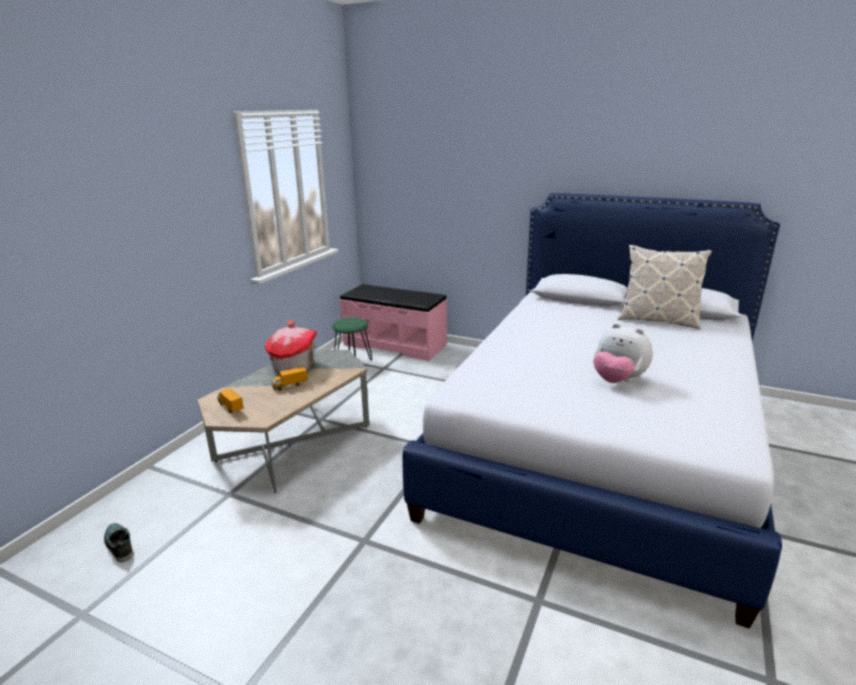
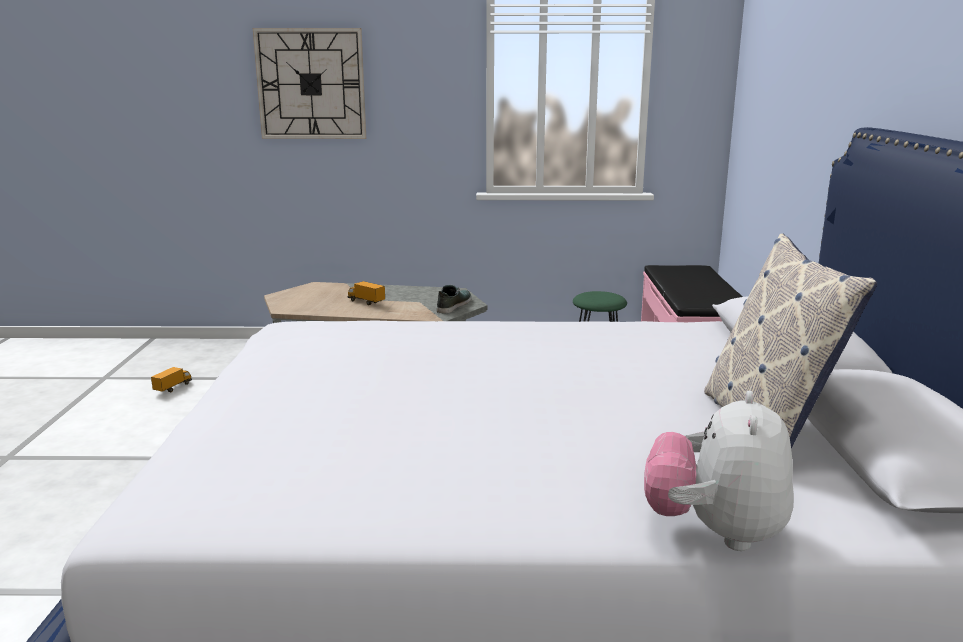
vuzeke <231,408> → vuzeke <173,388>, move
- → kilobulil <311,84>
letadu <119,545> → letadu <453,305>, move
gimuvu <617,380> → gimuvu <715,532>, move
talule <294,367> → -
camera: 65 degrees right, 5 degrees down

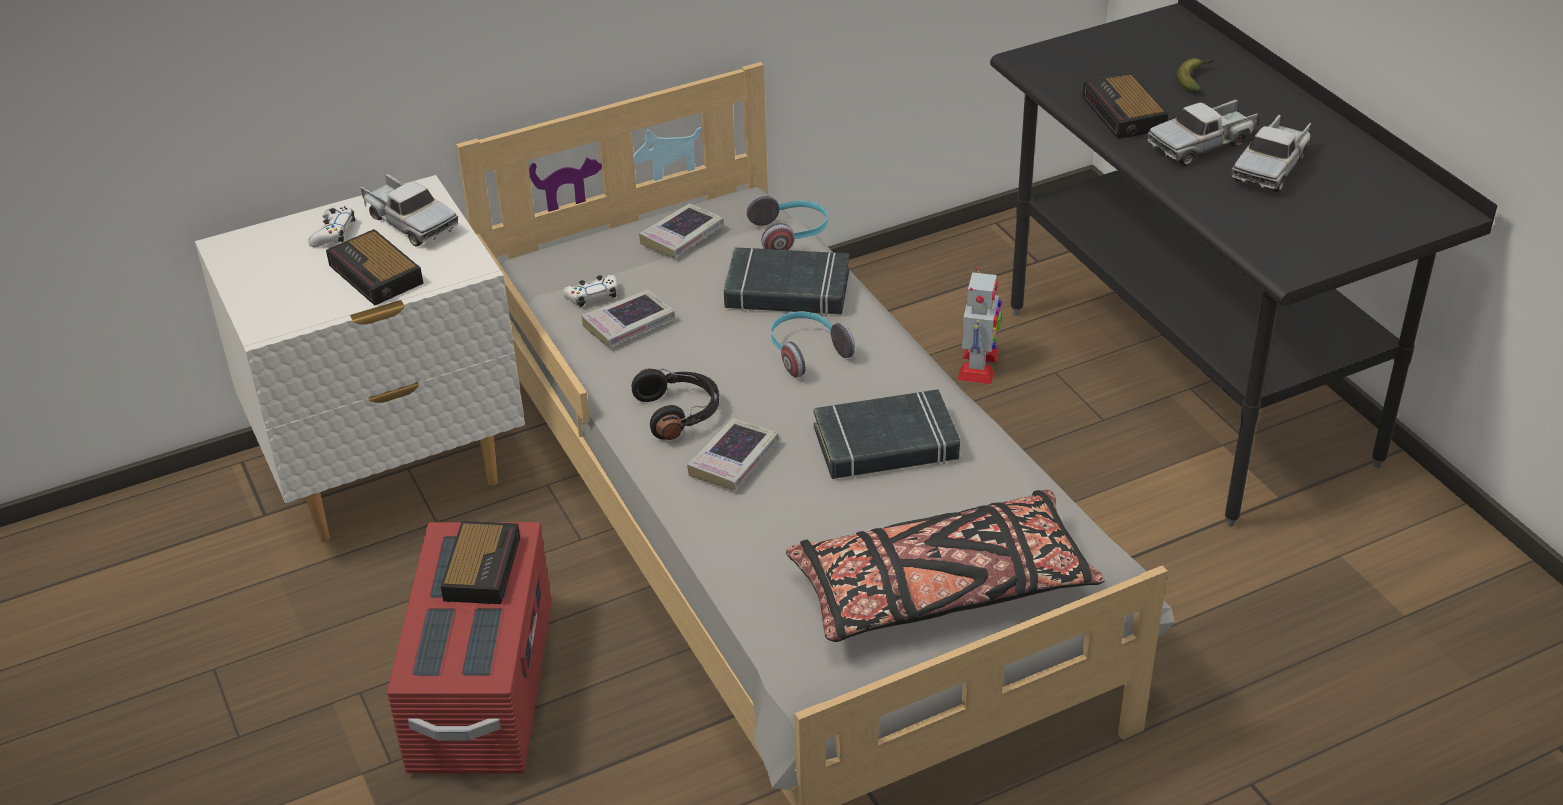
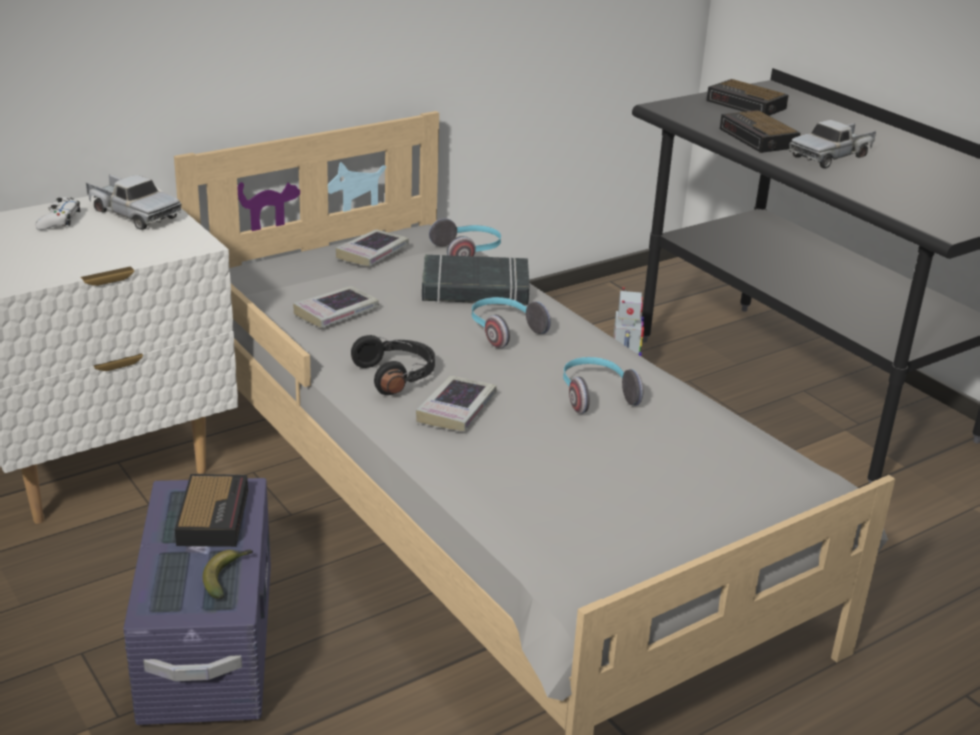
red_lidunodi <483,688> → purple_lidunodi <209,643>
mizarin <1195,79> → mizarin <227,577>, move
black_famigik <886,444> → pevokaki <595,396>
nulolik <377,275> → nulolik <747,105>, move
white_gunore <592,296> → -
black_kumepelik <941,589> → -
vuzeke <1271,166> → -
camera: 10 degrees left, 10 degrees down

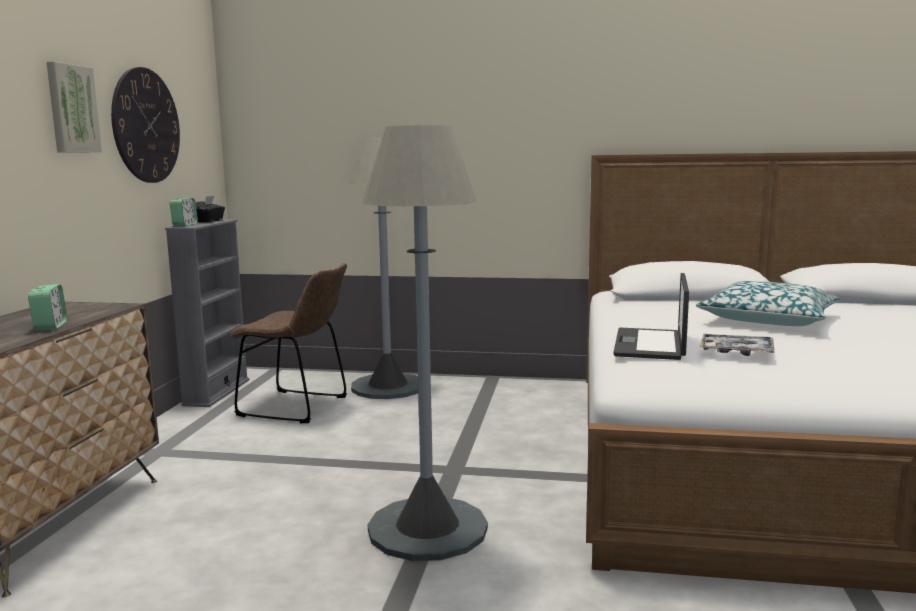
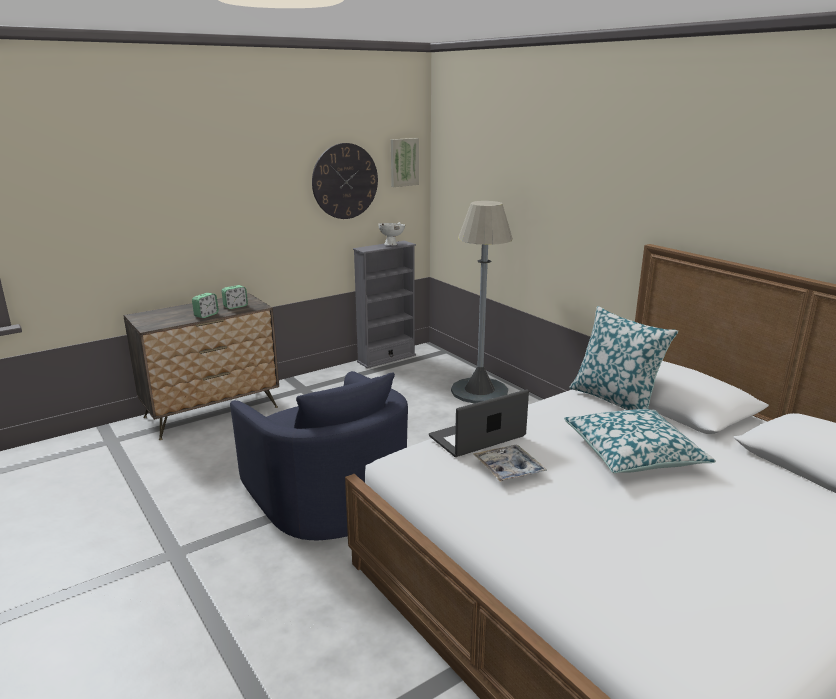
nulolik <185,225> → nulolik <235,306>, move
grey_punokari <428,529> → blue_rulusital <328,496>
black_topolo <209,221> → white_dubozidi <392,244>
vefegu <71,109> → vefegu <403,162>, move
- → kumepelik <615,400>
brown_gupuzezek <298,407> → -
camera: 45 degrees right, 10 degrees up

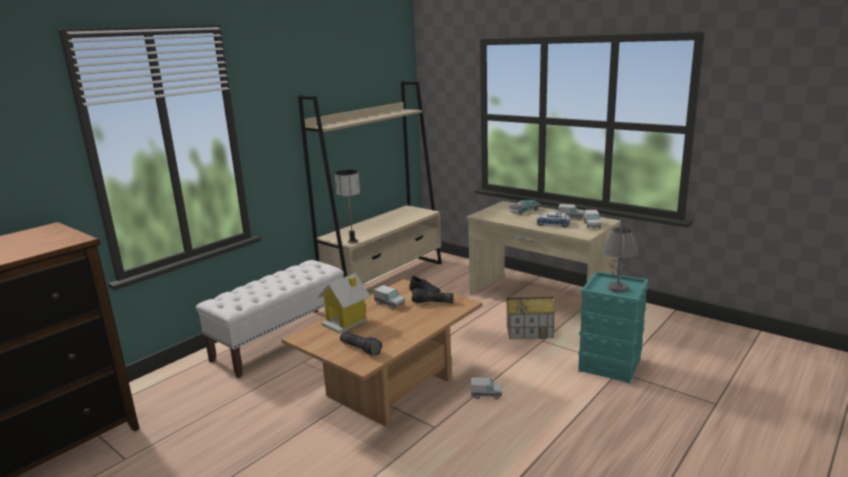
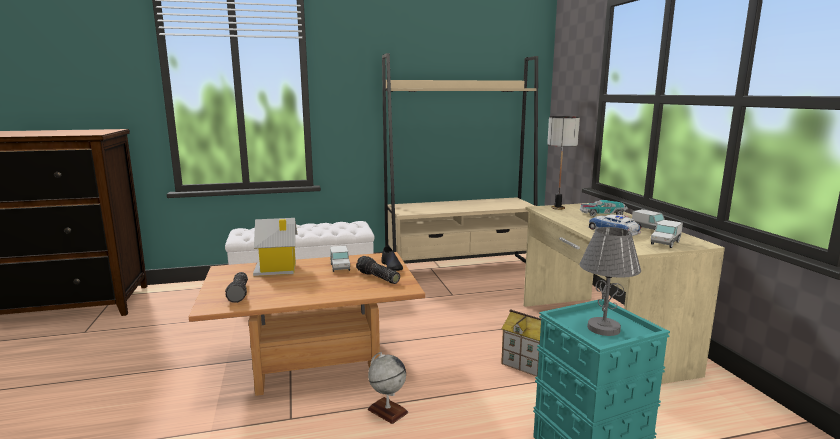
vuzeke <486,394> → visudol <387,411>
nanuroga <352,241> → nanuroga <558,208>, move
camera: 35 degrees right, 5 degrees down

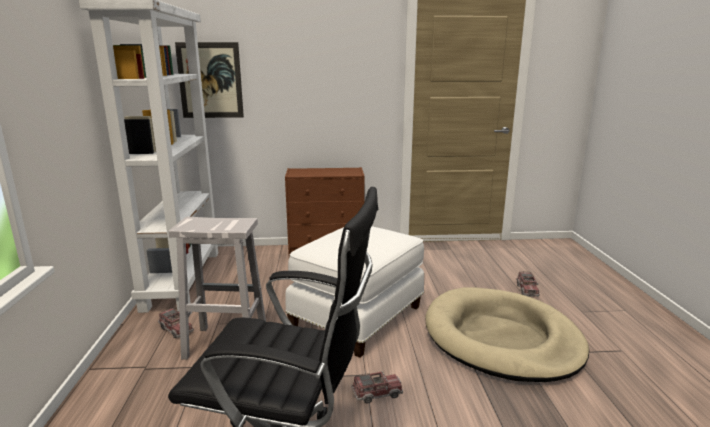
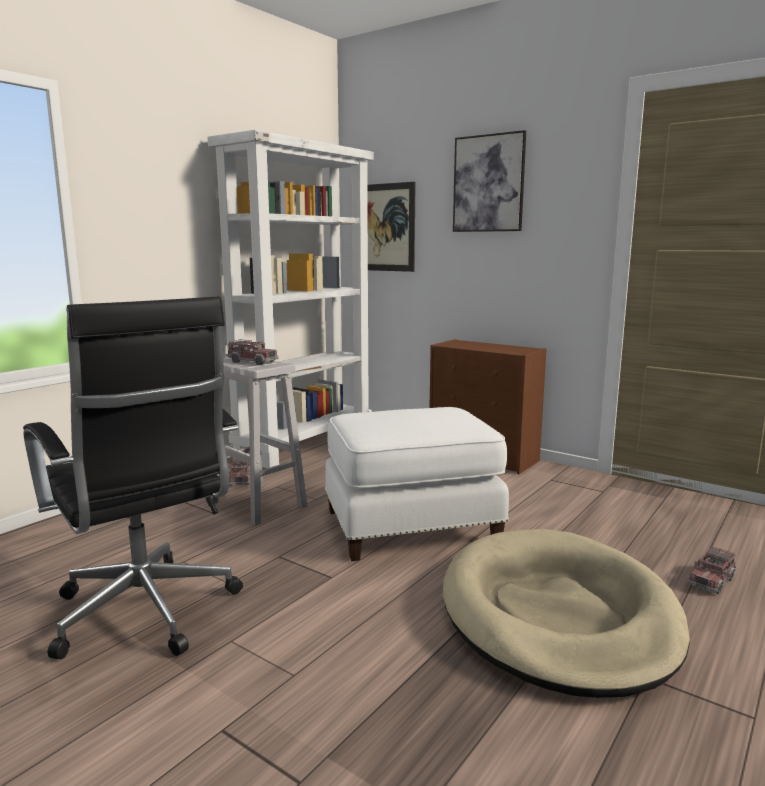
vuzeke <377,393> → vuzeke <252,361>, move
- → vefegu <488,183>
camera: 40 degrees right, 5 degrees down

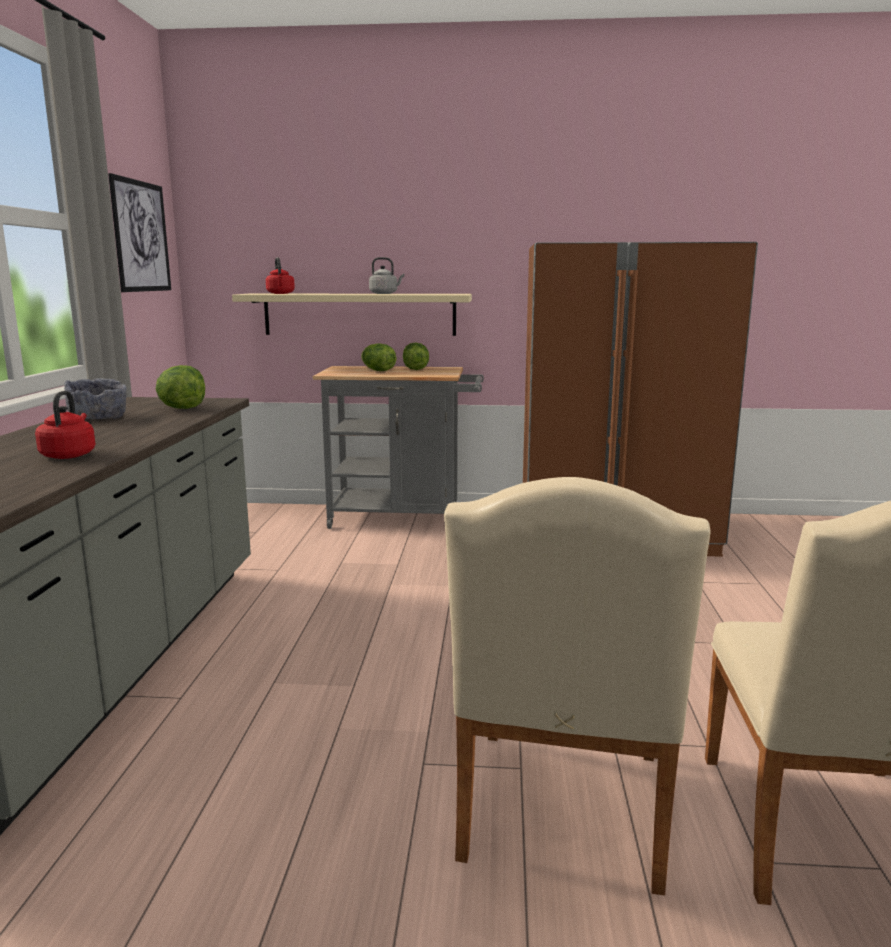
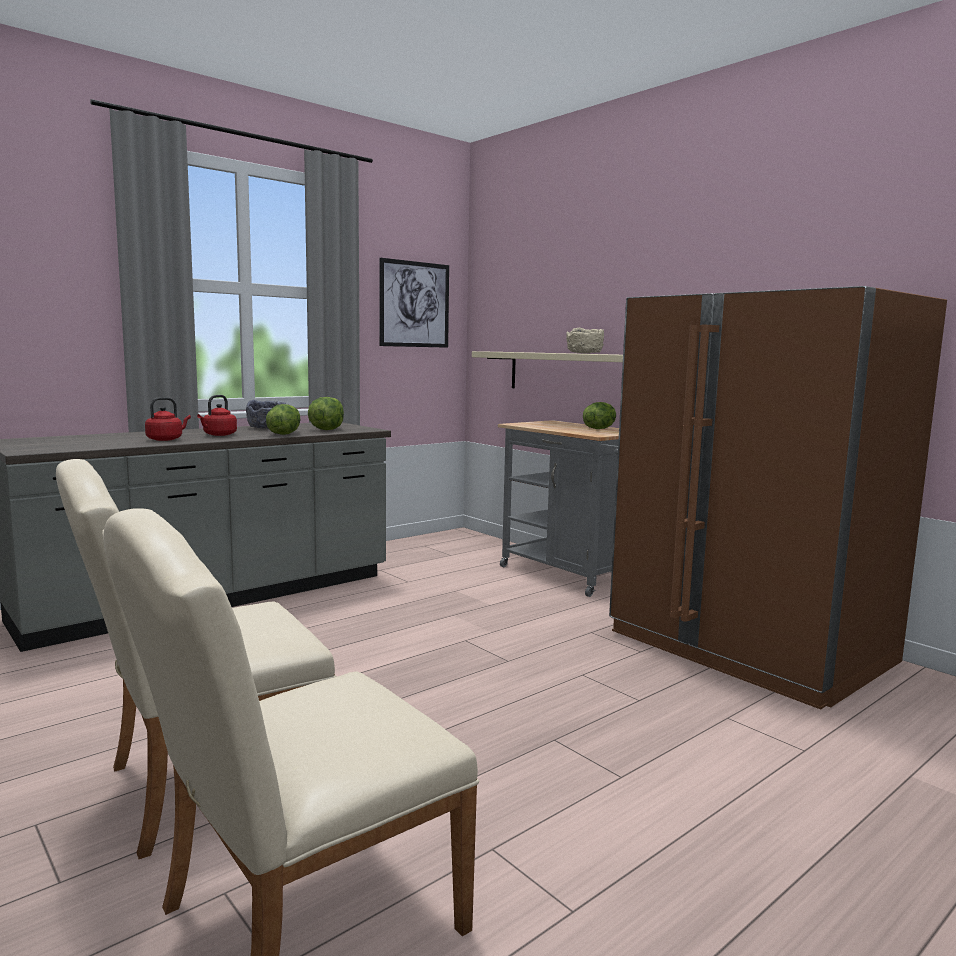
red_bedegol <280,293> → red_bedegol <218,435>, move
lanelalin <377,370> → lanelalin <284,434>, move
grey_bedegol <385,293> → beige_dubozidi <584,353>
camera: 45 degrees right, 5 degrees down

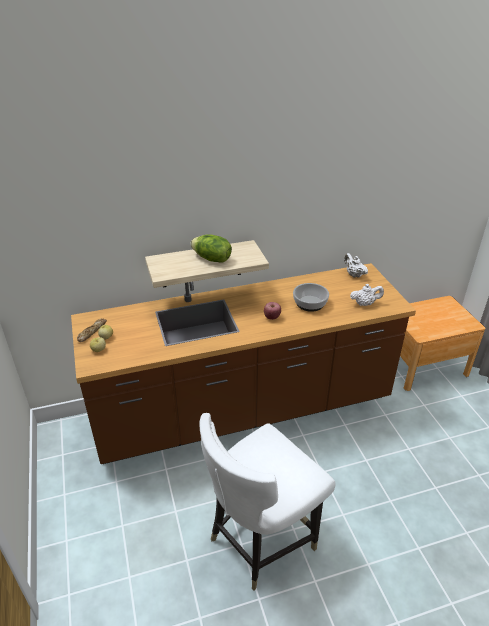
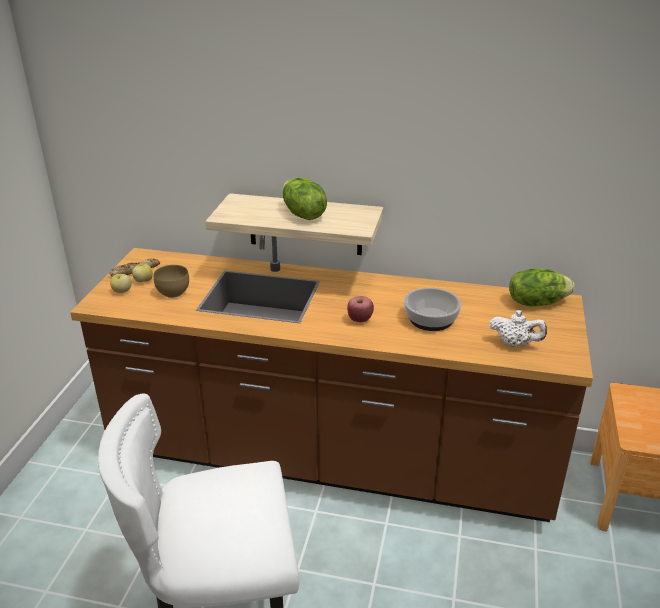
- → brown_dubozidi <172,293>
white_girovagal <354,275> → lanelalin <536,302>
camera: 30 degrees right, 5 degrees down

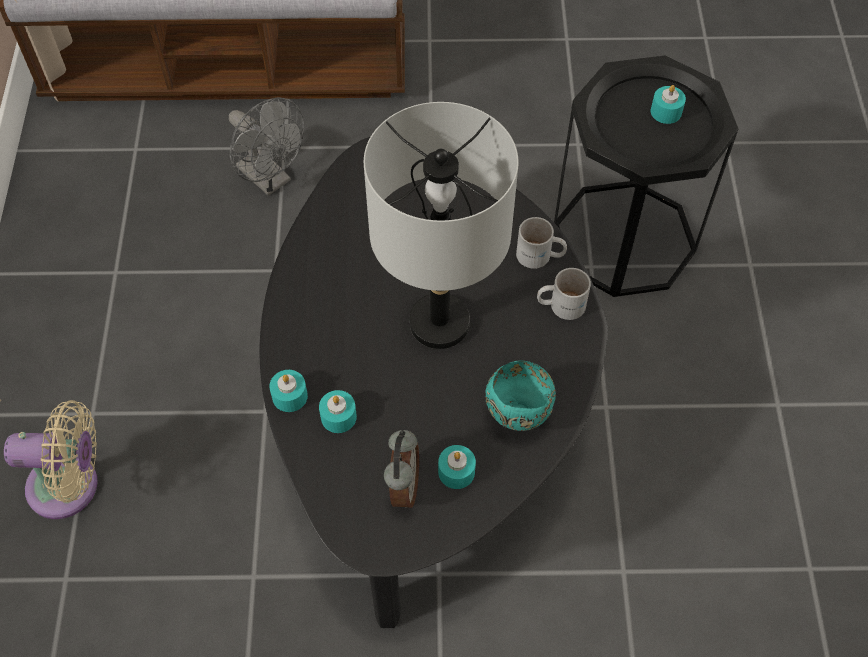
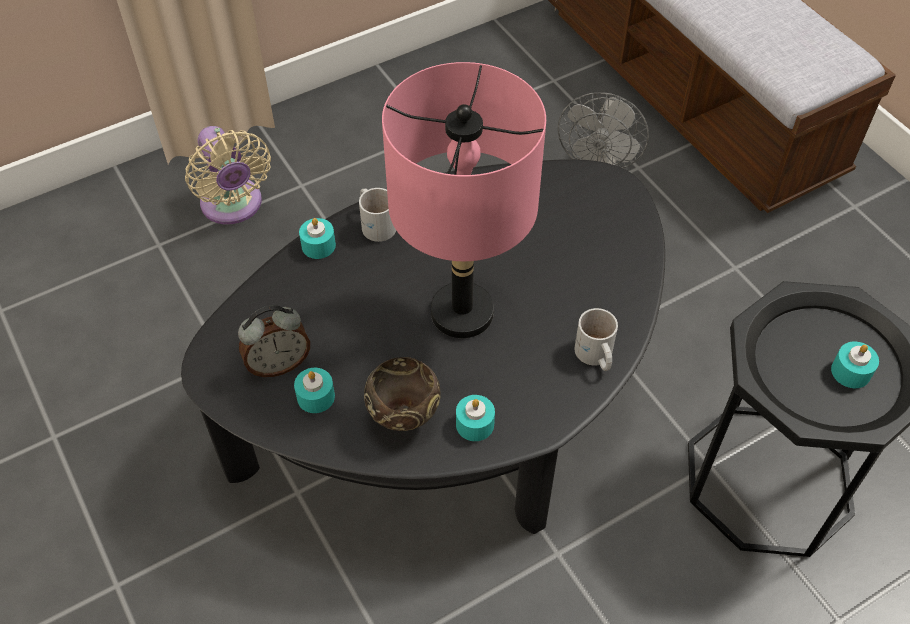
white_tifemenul <561,304> → white_tifemenul <376,223>, move
turquoise_dubozidi <517,414> → brown_dubozidi <405,417>
grey_nanuroga <440,323> → pink_nanuroga <463,313>
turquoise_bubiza <338,417> → turquoise_bubiza <475,424>, move
camera: 60 degrees right, 5 degrees down

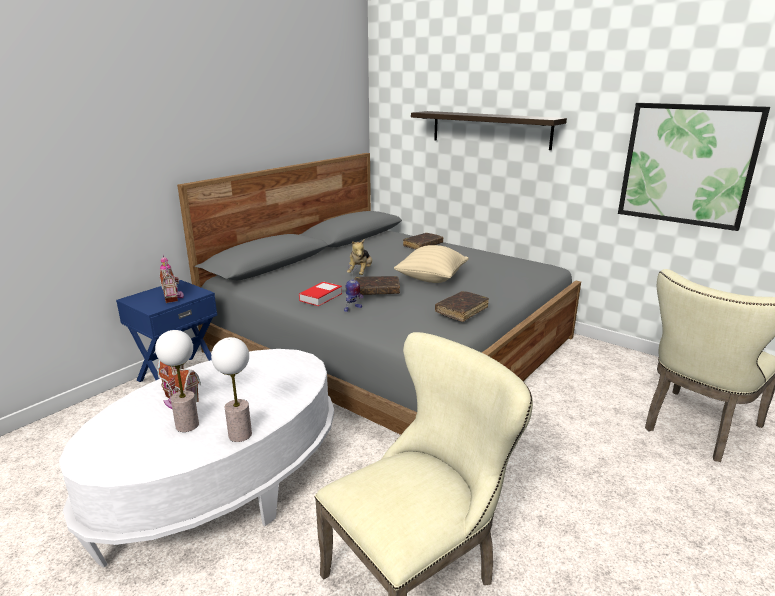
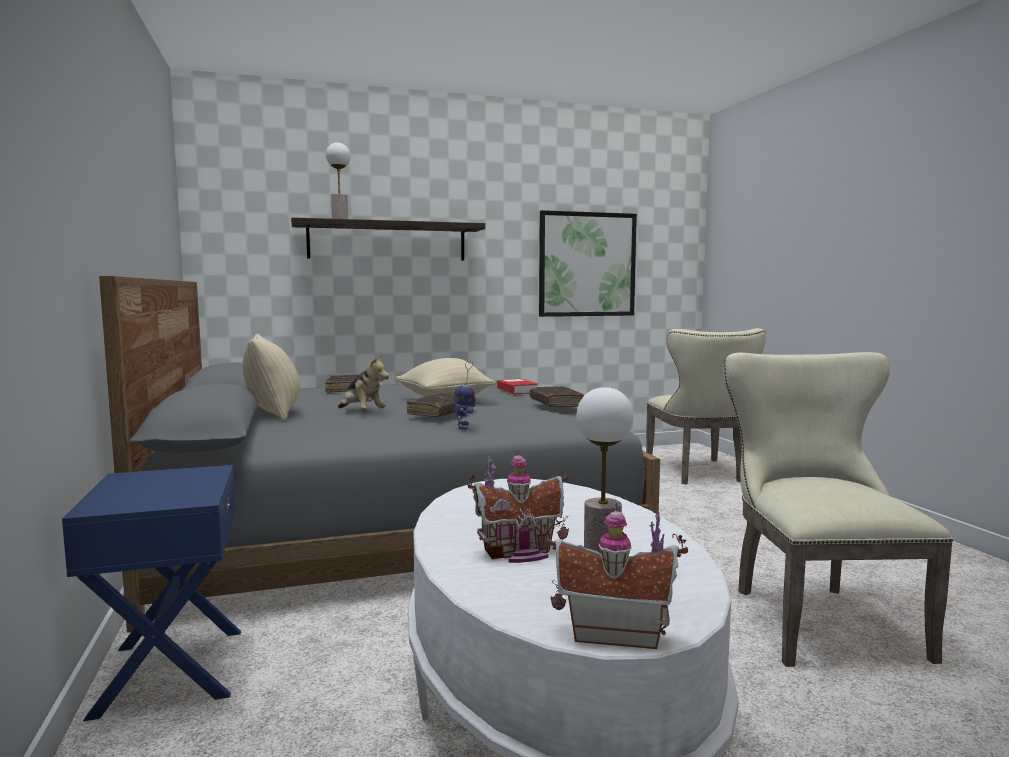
- → beige_kumepelik <273,414>
nanuroga <240,435> → nanuroga <339,219>, move
famigik <321,297> → famigik <517,390>, move
talule <173,297> → talule <613,632>, move
camera: 55 degrees left, 15 degrees down

